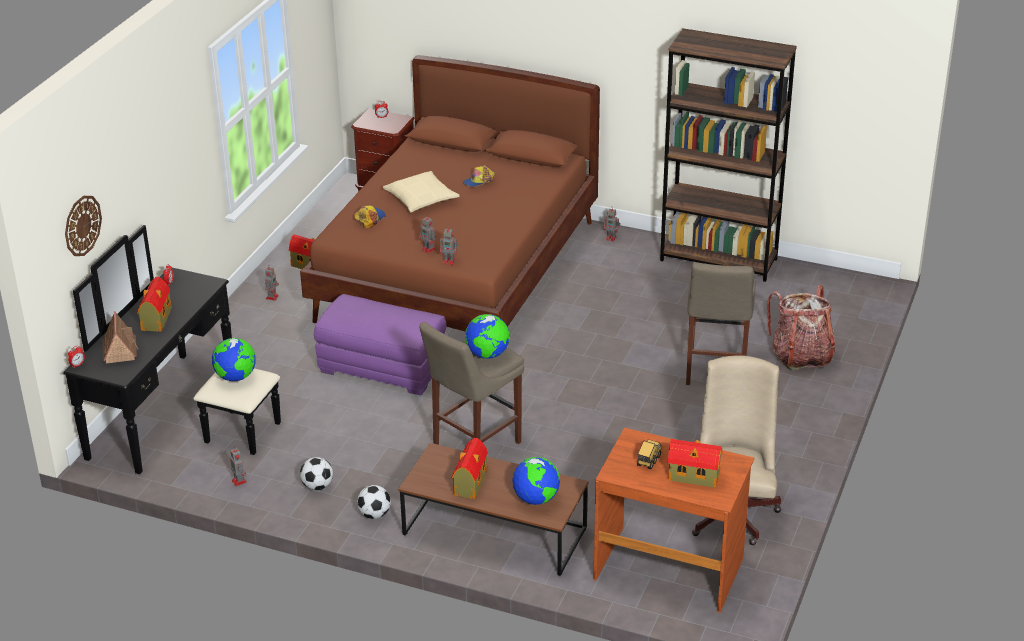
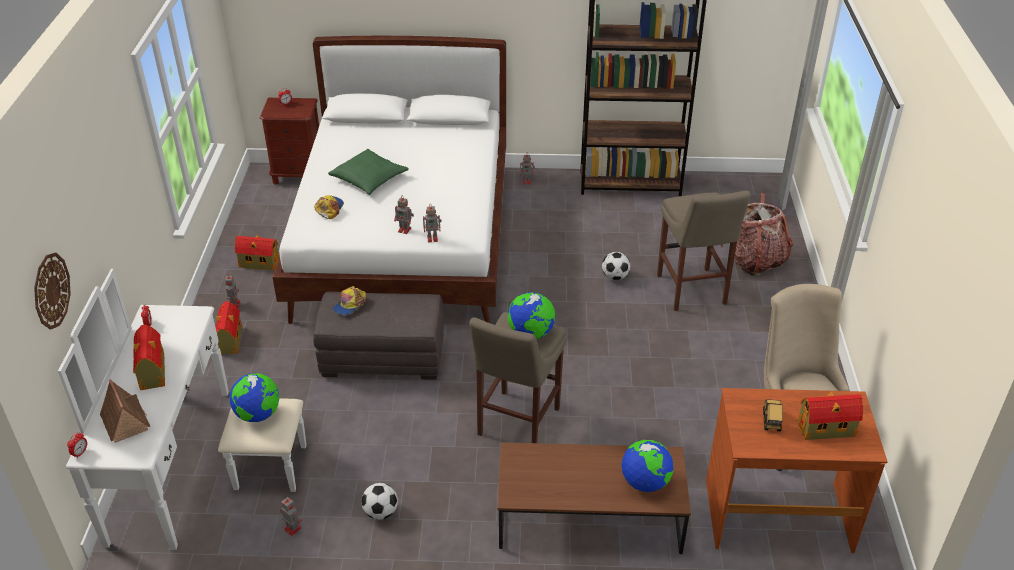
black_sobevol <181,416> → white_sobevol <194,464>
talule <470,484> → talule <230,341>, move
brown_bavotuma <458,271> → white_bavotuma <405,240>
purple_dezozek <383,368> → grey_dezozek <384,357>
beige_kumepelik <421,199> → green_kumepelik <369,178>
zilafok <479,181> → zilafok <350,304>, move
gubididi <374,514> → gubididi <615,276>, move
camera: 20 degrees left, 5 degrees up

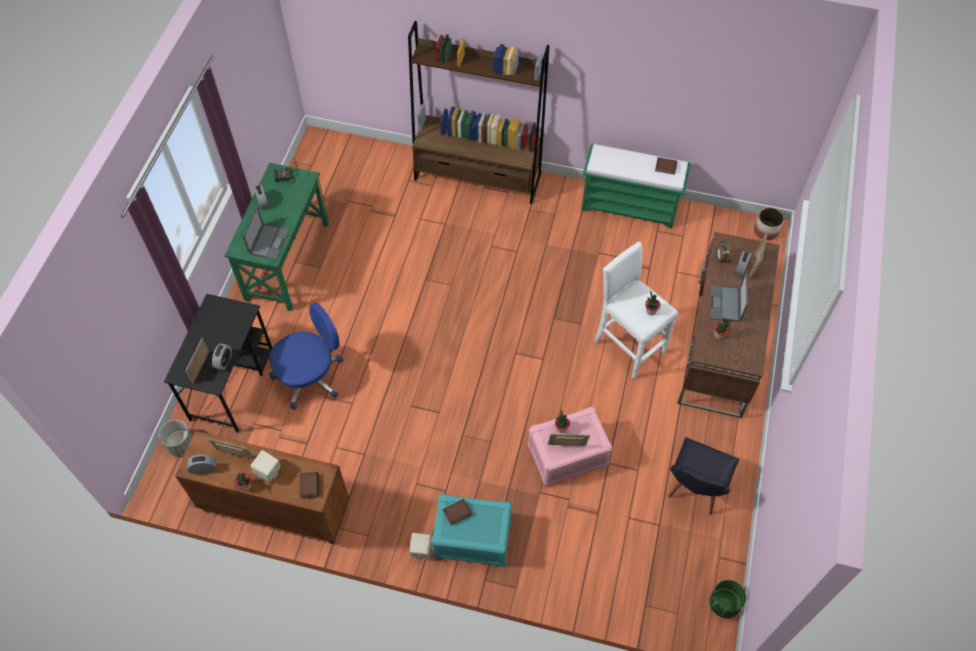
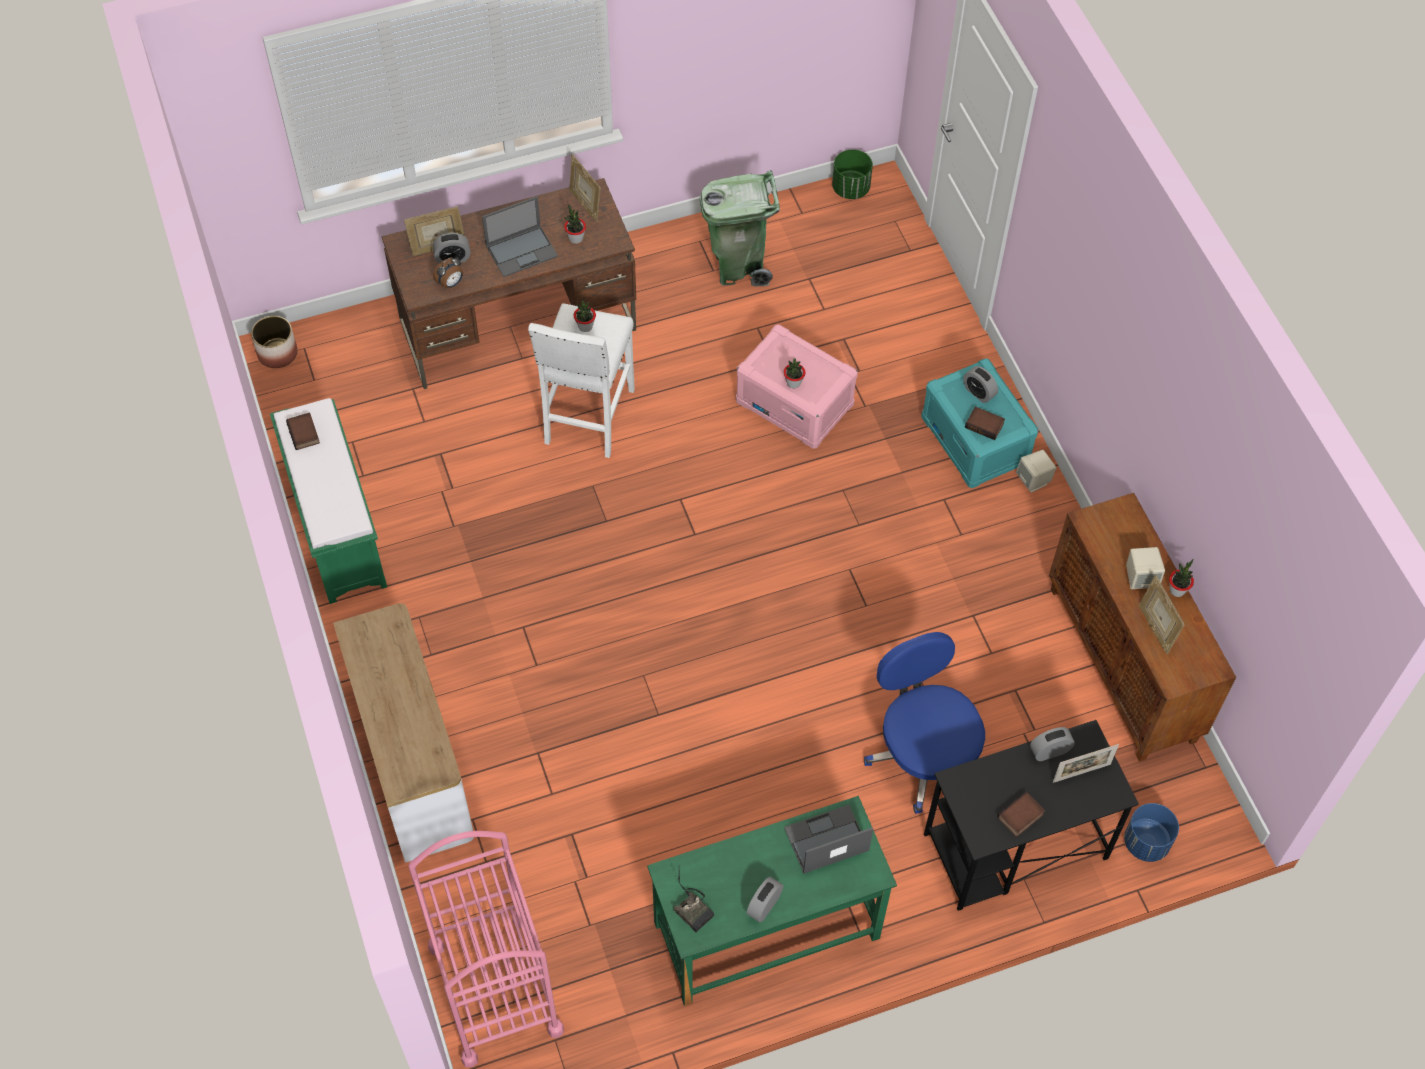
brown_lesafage <477,177> → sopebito <412,763>
- → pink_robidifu <495,988>
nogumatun <567,447> → nogumatun <585,204>, move
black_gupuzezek <694,489> → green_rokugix <738,266>
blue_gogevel <311,377> → blue_gogevel <923,754>, 45 degrees clockwise
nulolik <204,469> → nulolik <978,392>, move
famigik <309,486> → famigik <1020,817>, move
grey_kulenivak <180,444> → blue_kulenivak <1146,843>
camera: 125 degrees left, 0 degrees up

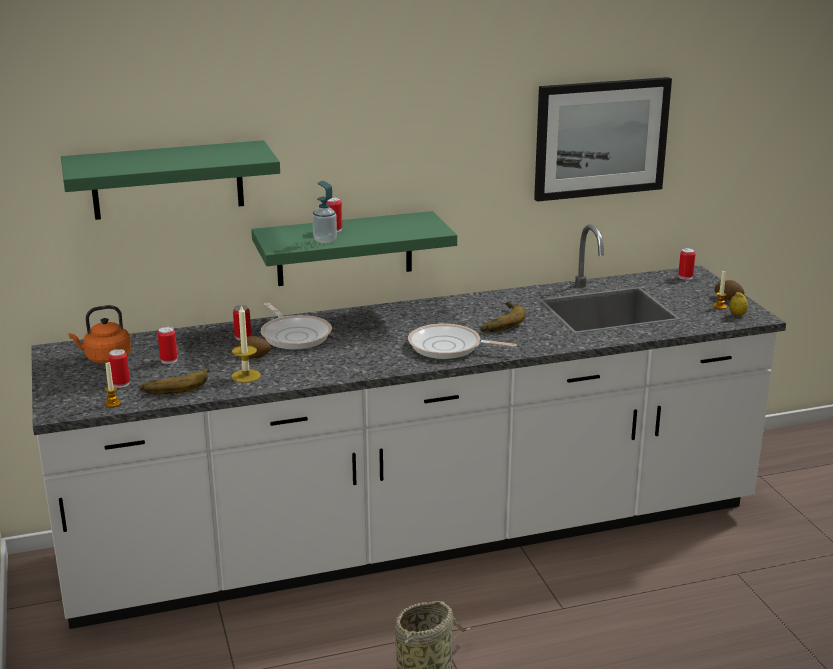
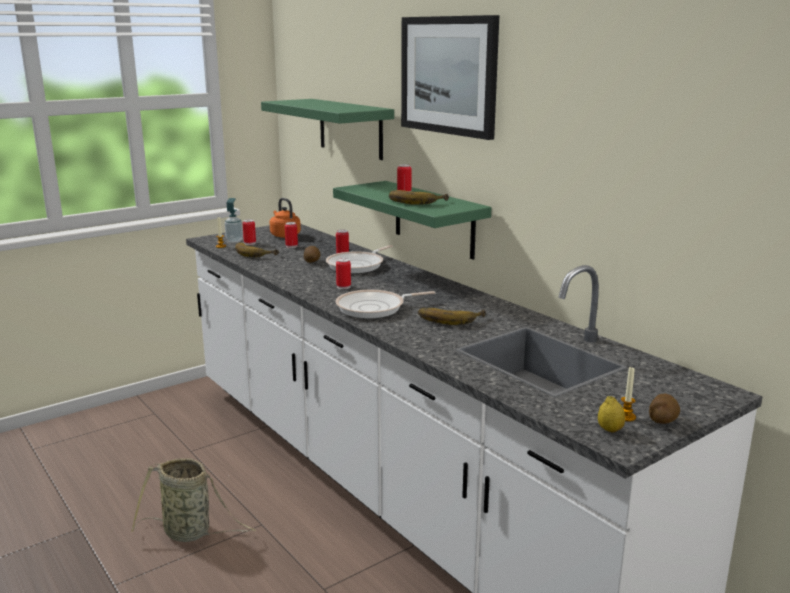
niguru <325,240> → niguru <234,240>, move
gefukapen <685,277> → gefukapen <343,287>, move
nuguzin <449,347> → nuguzin <374,308>, 105 degrees counterclockwise
- → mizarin <416,201>
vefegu <601,138> → vefegu <448,75>, move
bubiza <246,376> → -
camera: 70 degrees right, 5 degrees down

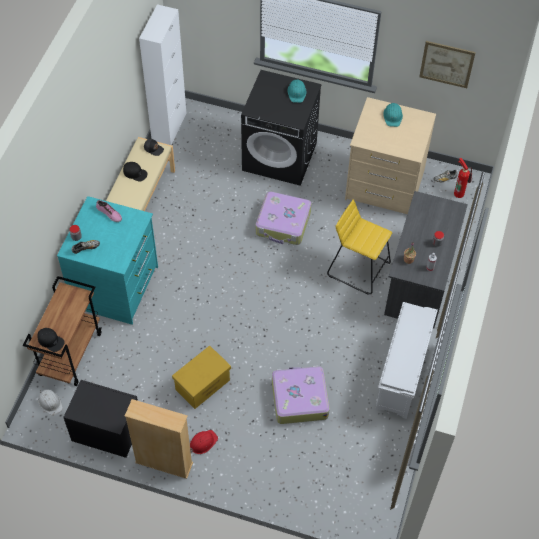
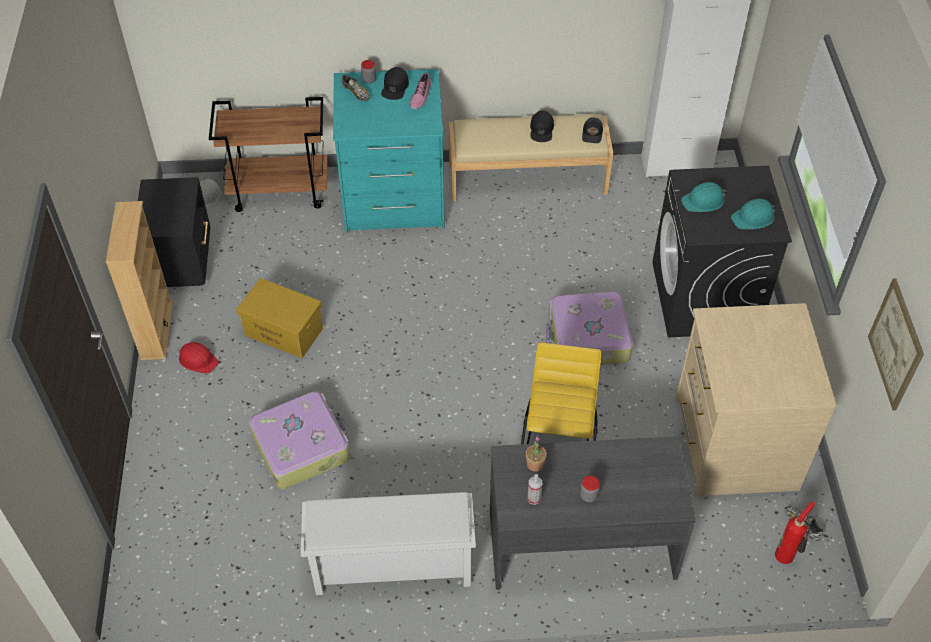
black_zilafok <51,340> → black_zilafok <395,87>, move
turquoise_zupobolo <393,116> → turquoise_zupobolo <703,201>, move
camera: 70 degrees right, 5 degrees down

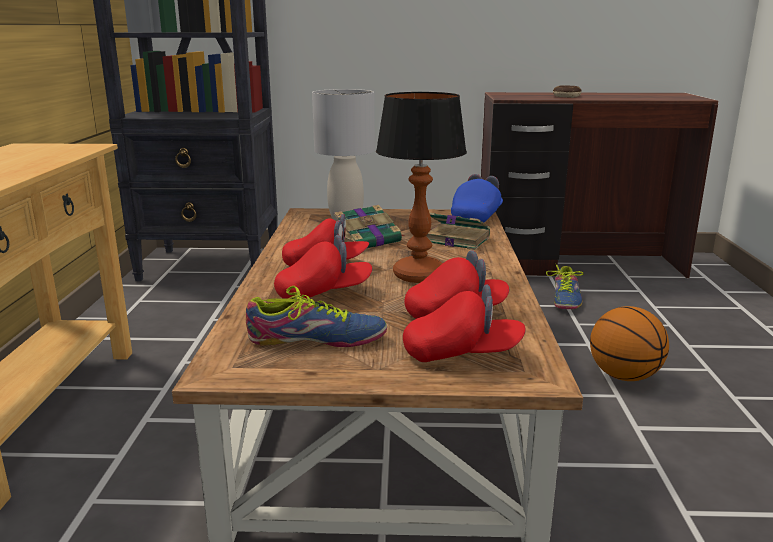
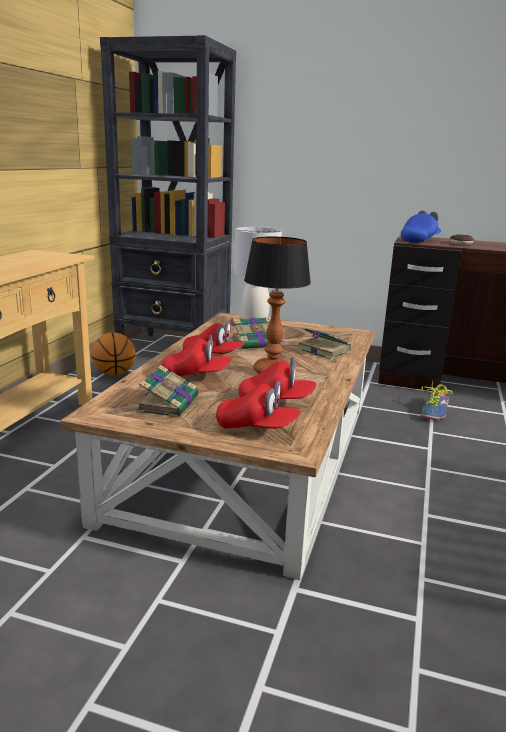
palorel <624,376> → palorel <114,374>, move
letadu <316,339> → famigik <168,403>
blue_zilafok <477,217> → blue_zilafok <420,240>, move
camera: 15 degrees right, 0 degrees up

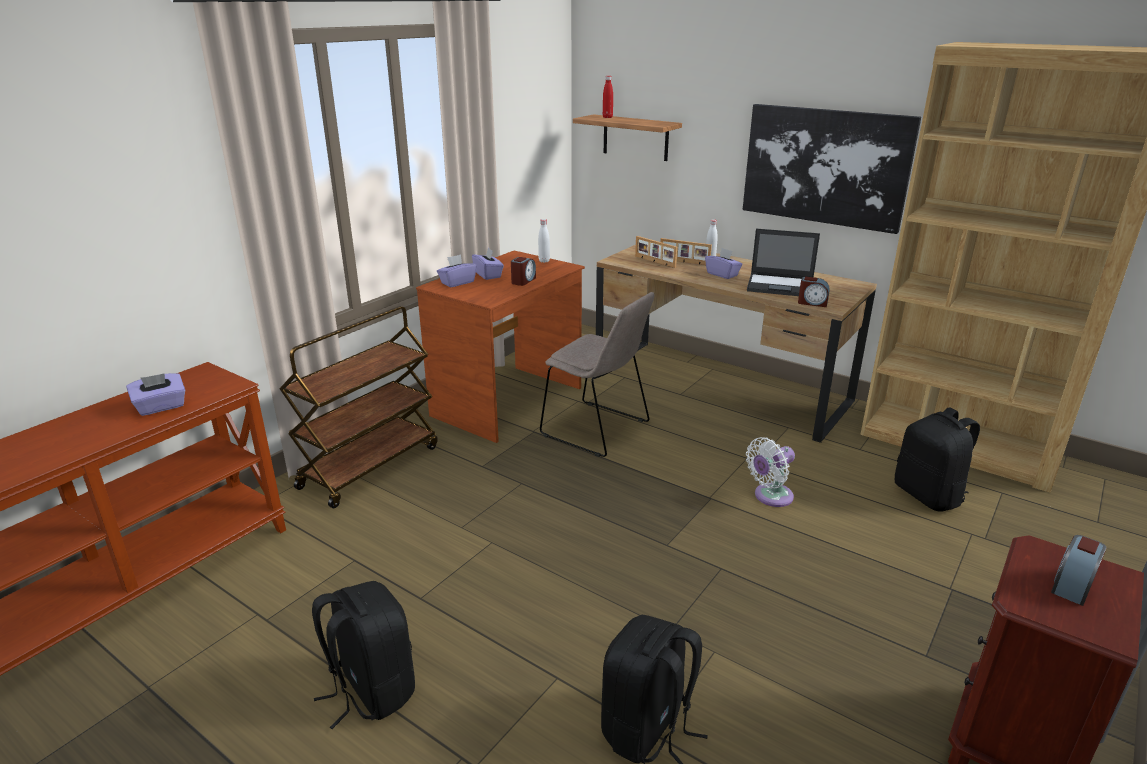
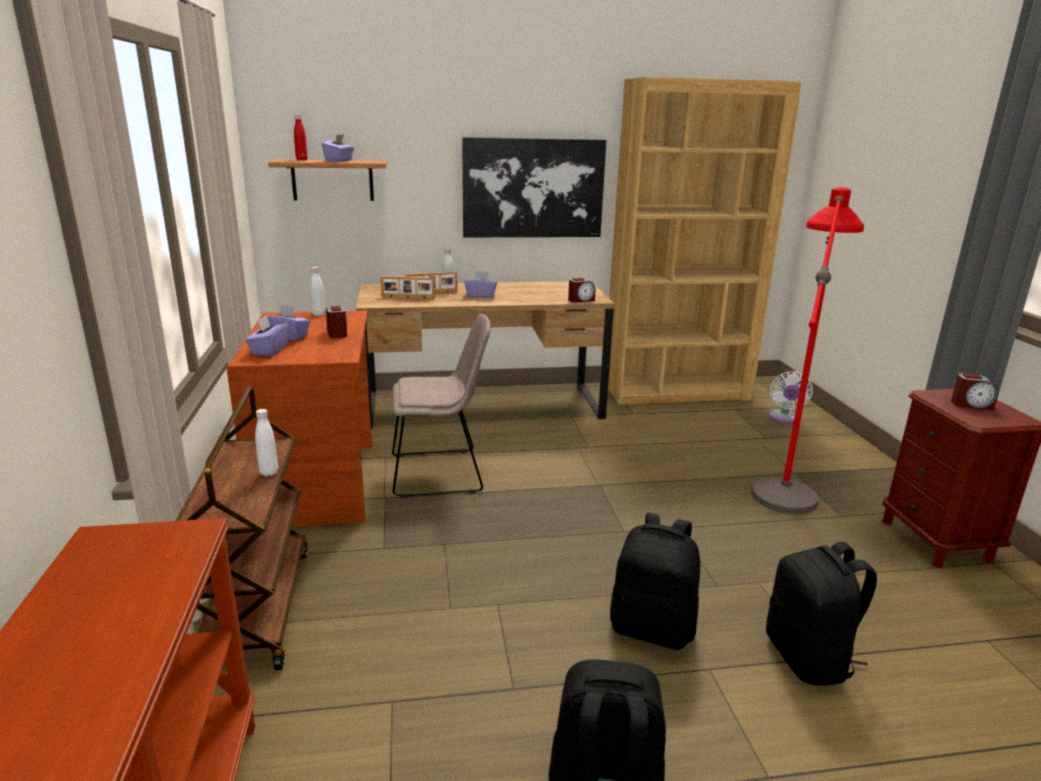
- → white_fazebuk <269,472>
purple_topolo <161,407> → purple_topolo <339,160>, move
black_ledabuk <929,495> → black_ledabuk <652,628>, move
- → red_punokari <788,477>
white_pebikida <770,497> → white_pebikida <784,419>, move
nulolik <1072,585> → nulolik <971,405>, 75 degrees counterclockwise
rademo <781,286> → -
camera: 45 degrees left, 5 degrees down

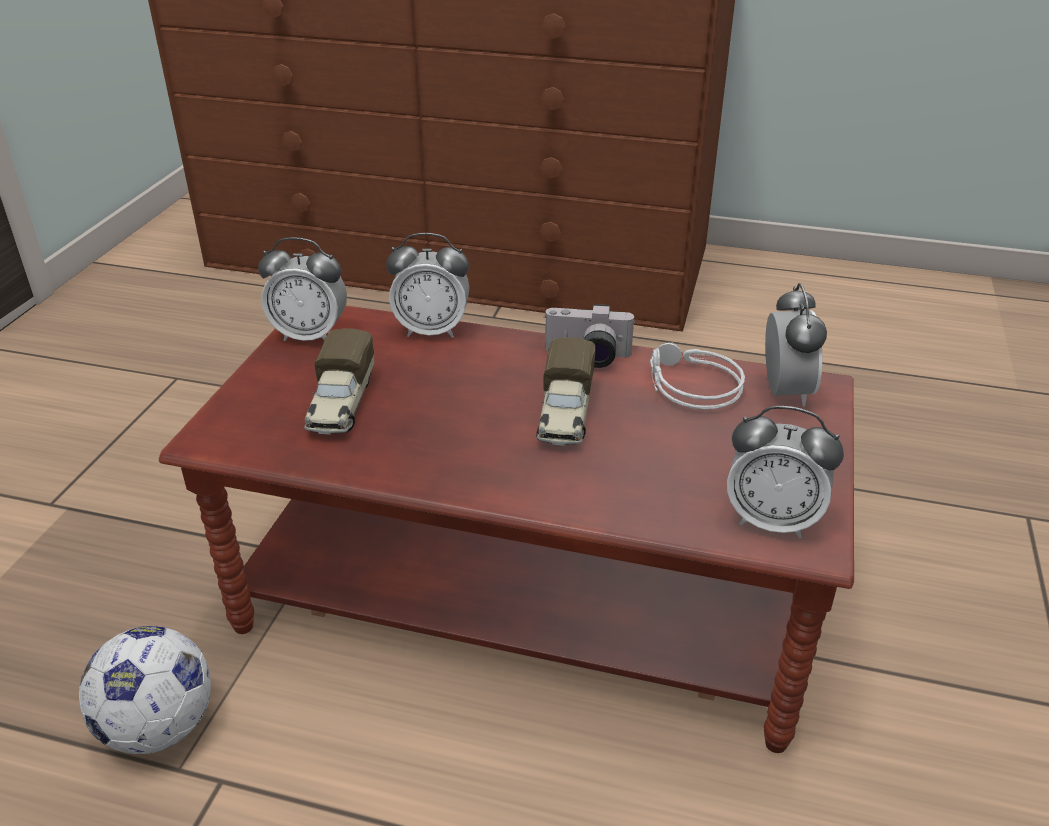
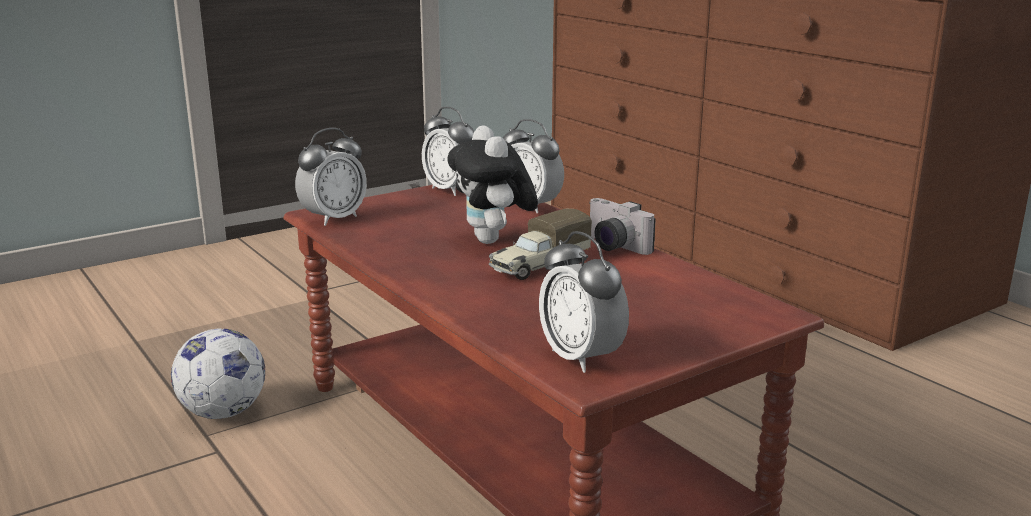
nulolik <785,392> → nulolik <333,219>, move
- → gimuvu <493,241>
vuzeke <341,405> → -
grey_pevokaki <689,386> → -
camera: 40 degrees right, 15 degrees down

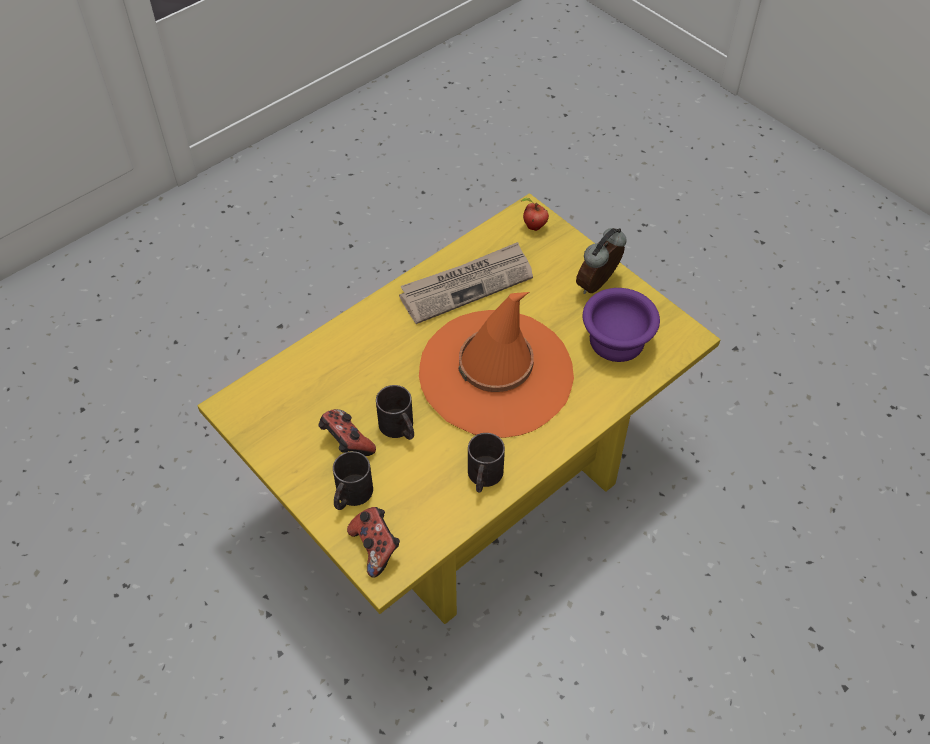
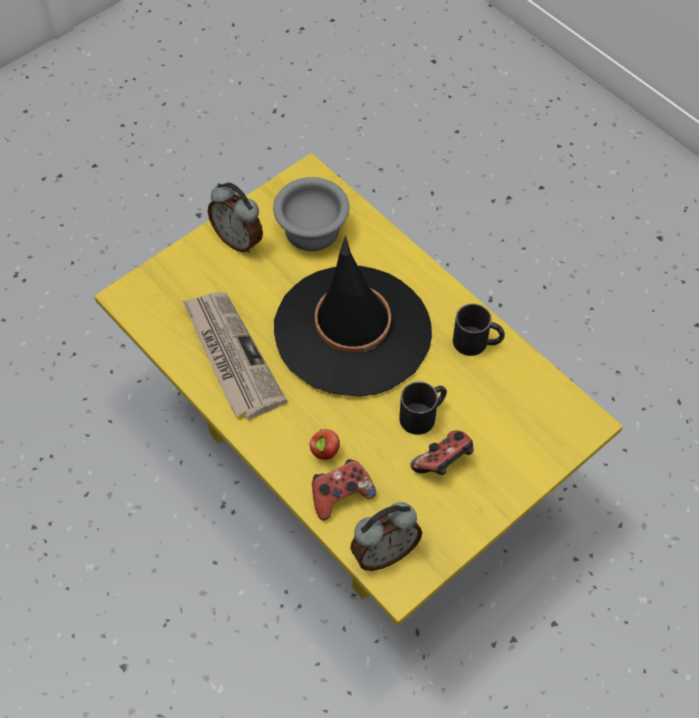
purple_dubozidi <614,339> → grey_dubozidi <310,231>
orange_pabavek <496,373> → black_pabavek <352,330>
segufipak <533,227> → segufipak <325,454>, move
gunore <375,547> → gunore <340,495>, move
- → nulolik <384,552>
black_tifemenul <350,496> → -
camera: 90 degrees left, 5 degrees up

